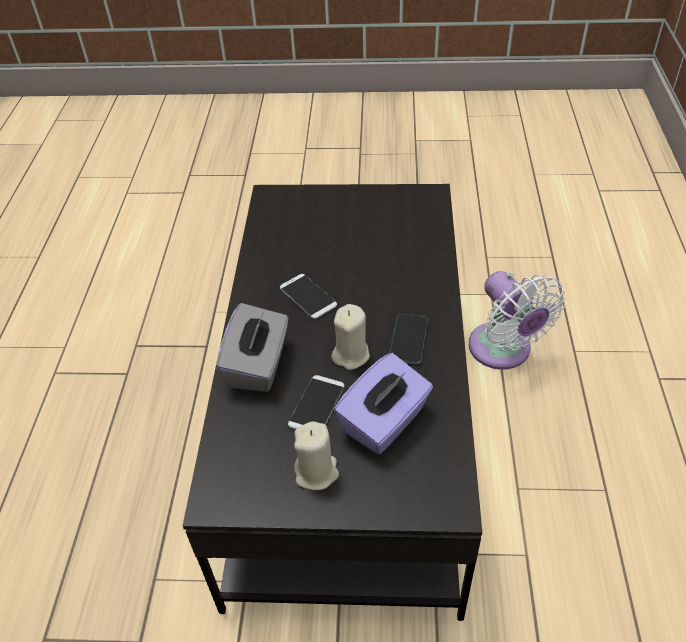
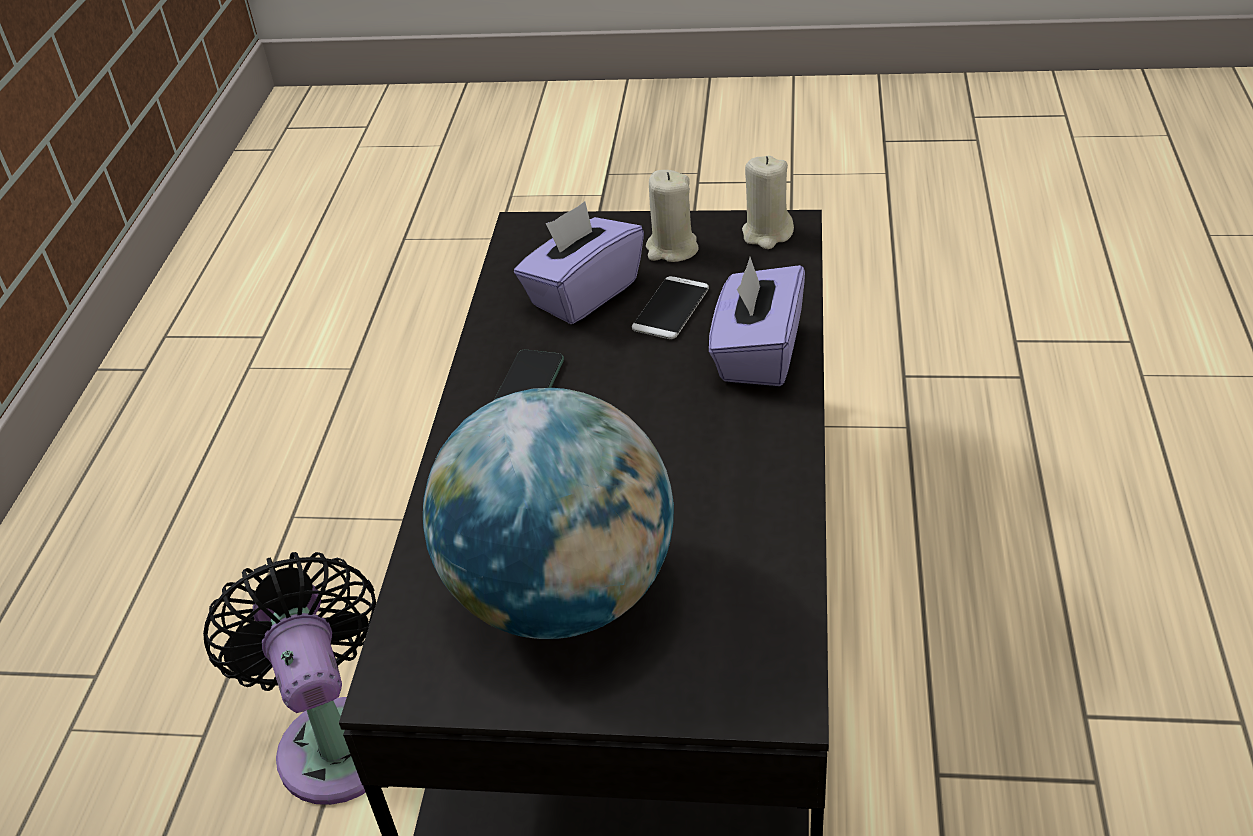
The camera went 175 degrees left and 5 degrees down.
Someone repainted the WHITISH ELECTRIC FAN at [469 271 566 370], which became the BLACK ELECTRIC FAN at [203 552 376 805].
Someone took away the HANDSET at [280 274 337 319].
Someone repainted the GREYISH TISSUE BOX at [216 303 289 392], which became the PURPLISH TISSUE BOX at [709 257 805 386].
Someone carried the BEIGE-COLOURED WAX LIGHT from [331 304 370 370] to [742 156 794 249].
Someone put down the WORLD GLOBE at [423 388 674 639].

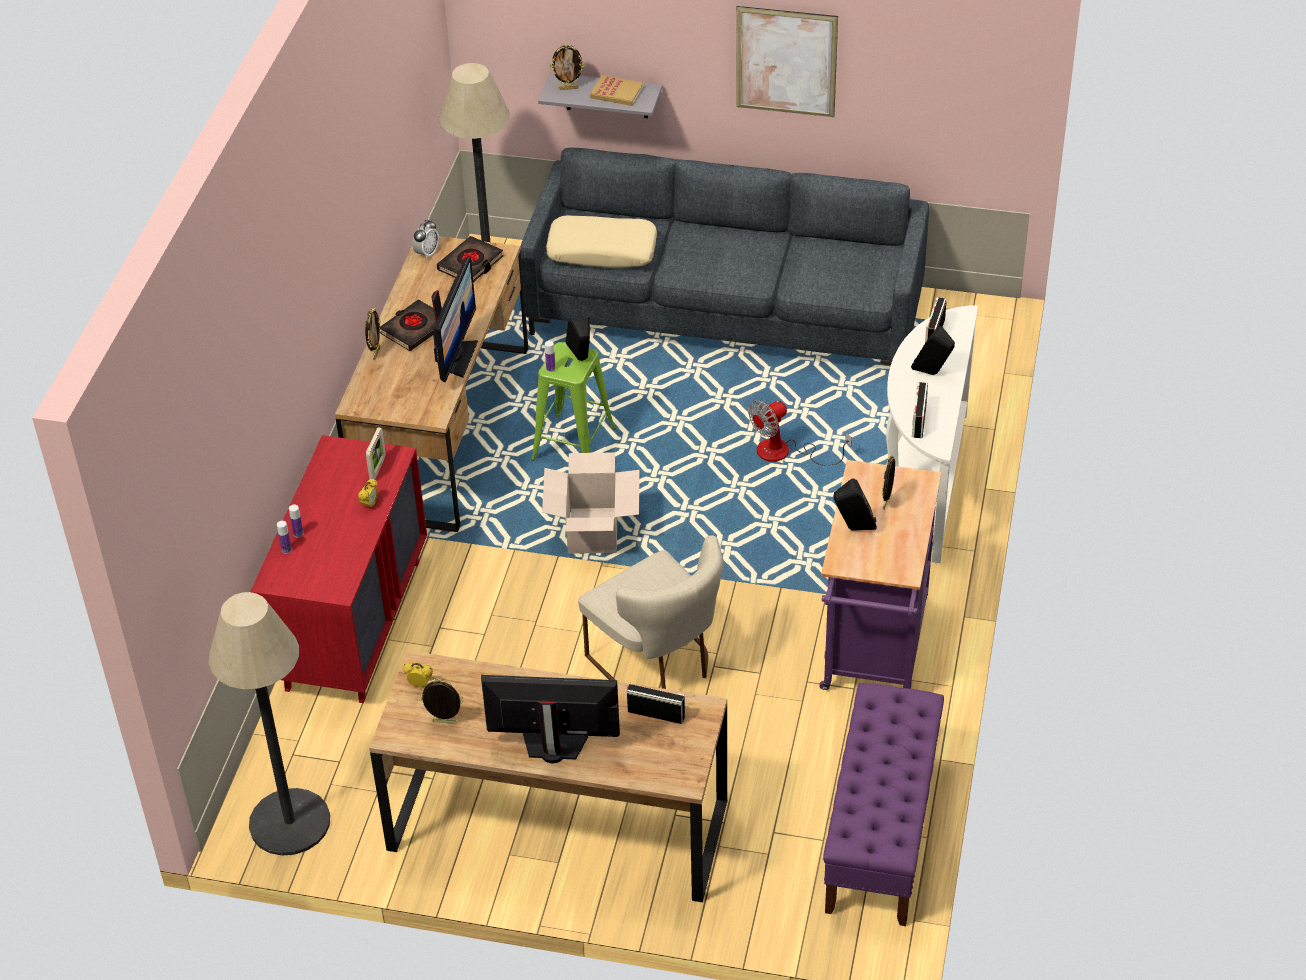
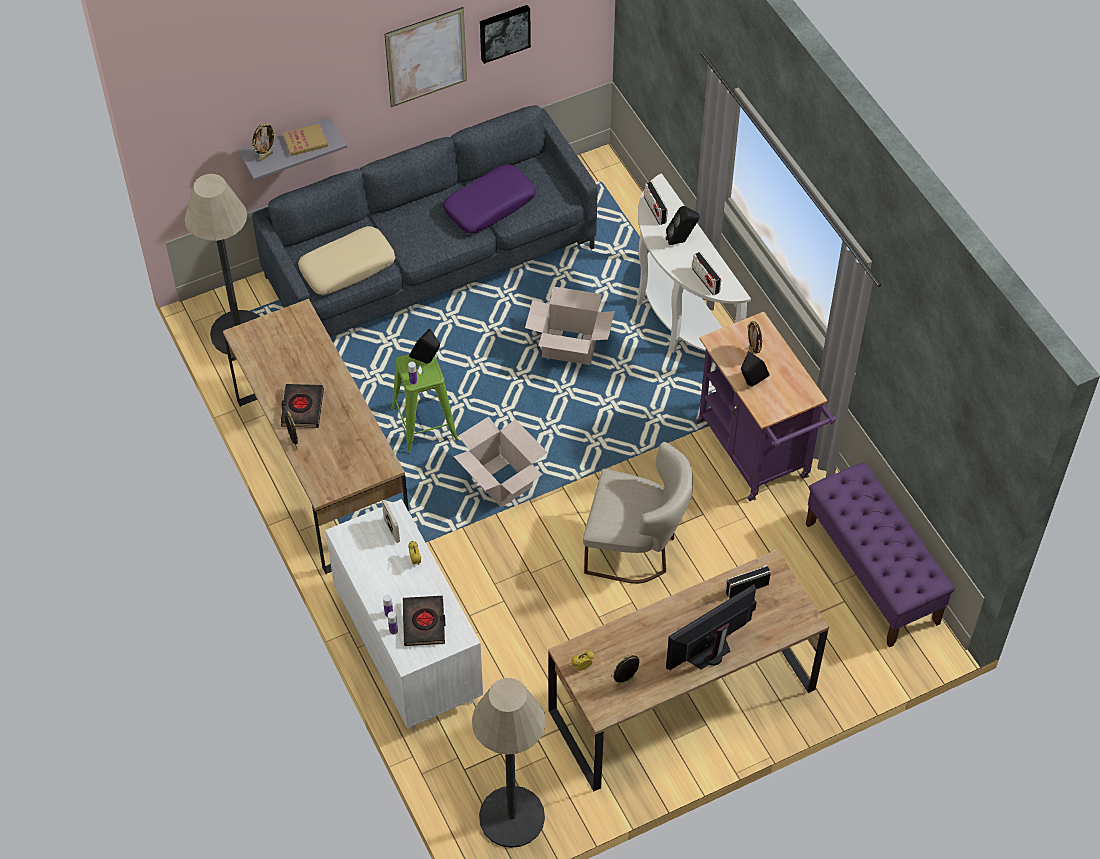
The camera went 40 degrees left and 10 degrees up.
Someone took away the TABLE CLOCK at [412 220 439 260].
Someone carried the BLACK VOLUME from [437 236 504 282] to [403 596 446 646].
Someone took away the MONITOR at [432 257 478 382].
Someone swapped the ELECTRIC FAN at [748 400 852 466] for the CARTON at [525 286 615 365].
Someone repainted the RED DRESSER at [250 435 427 703], which became the WHITISH DRESSER at [325 499 483 730].
Someone put up the PICTURE at [480 5 531 64].
Someone put down the PURPLISH CUSHION at [443 164 536 234].

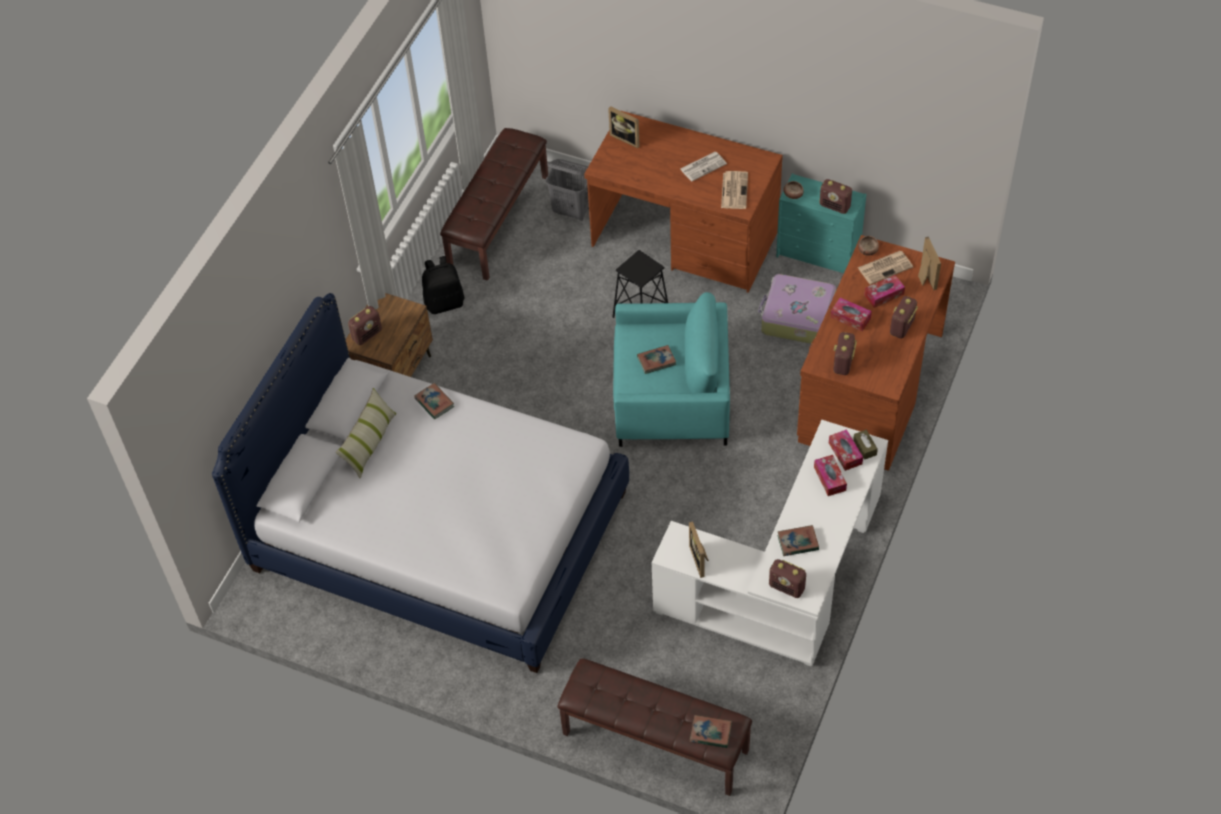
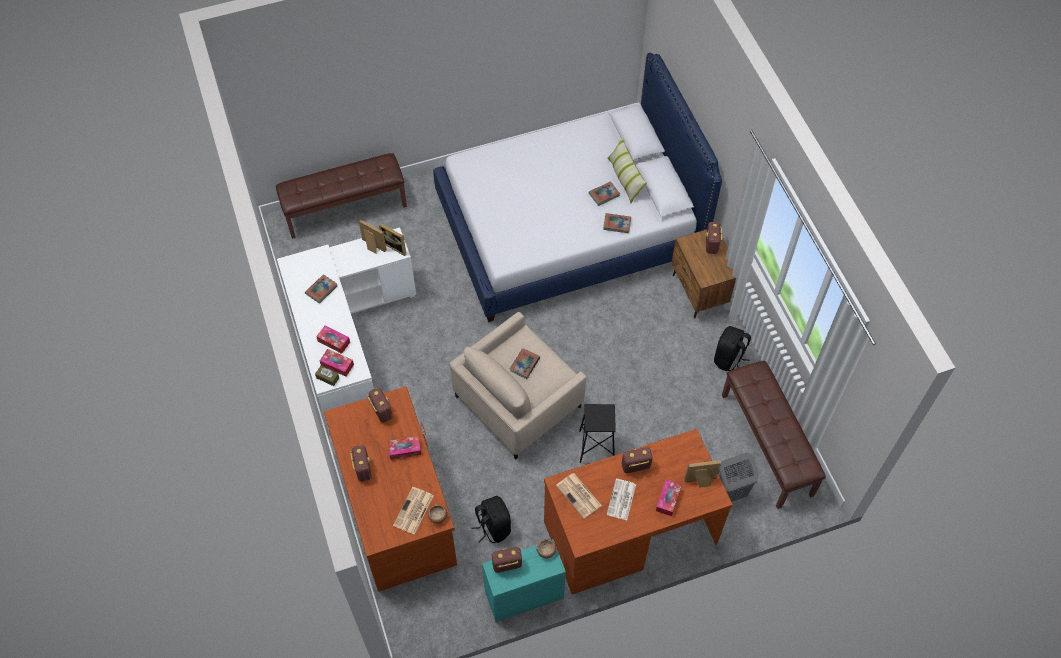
The camera went 135 degrees right and 5 degrees up.
Someone carried the STANDING FRAME from [918 237 941 290] to [379 223 406 256].
Someone swapped the TRAVEL CASE at [758 274 836 344] for the BLACK KNAPSACK at [472 496 511 543].
Someone carried the TISSUE BOX from [864 275 905 308] to [656 479 682 516].
Someone repainted the BLUE-GREEN EASY CHAIR at [613 292 730 447], which became the BEIGE-COLOURED EASY CHAIR at [449 312 586 460].
Someone carried the RADIO from [769 559 806 598] to [622 447 653 473].
Someone carried the VOLUME from [690 715 732 748] to [589 181 620 206].

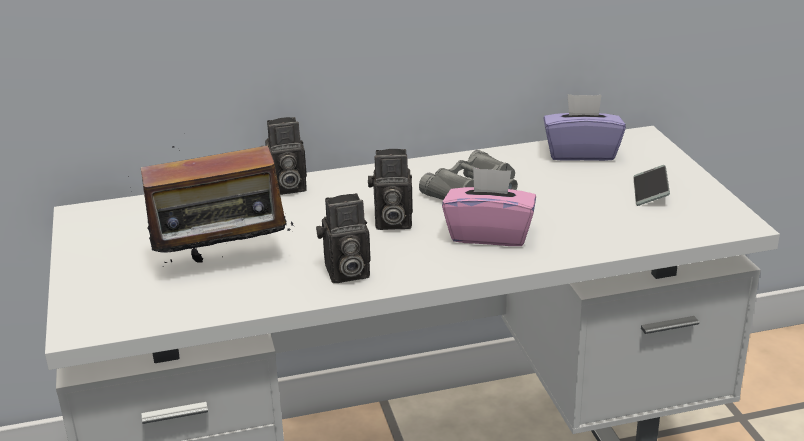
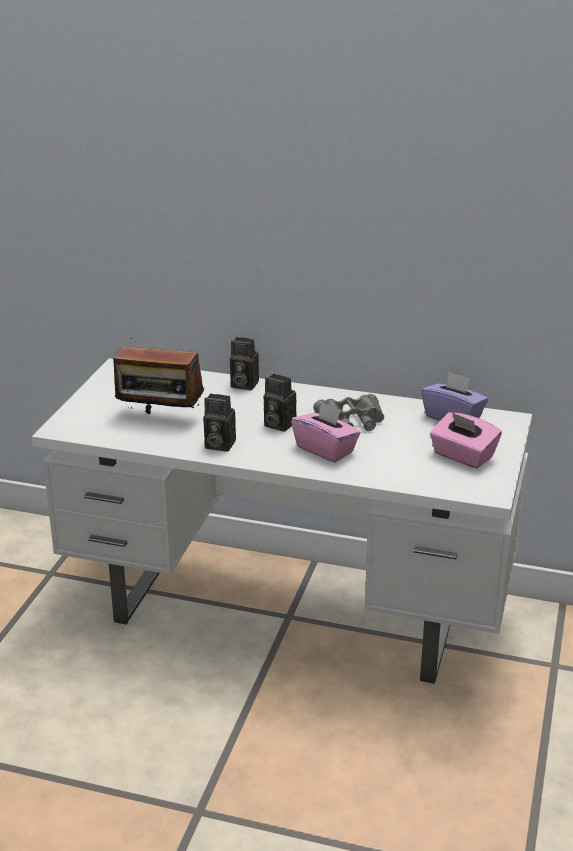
The camera went 30 degrees right and 0 degrees up.
Someone swapped the HANDSET at [633 165 670 206] for the PINK-COLOURED TISSUE BOX at [430 412 502 469].

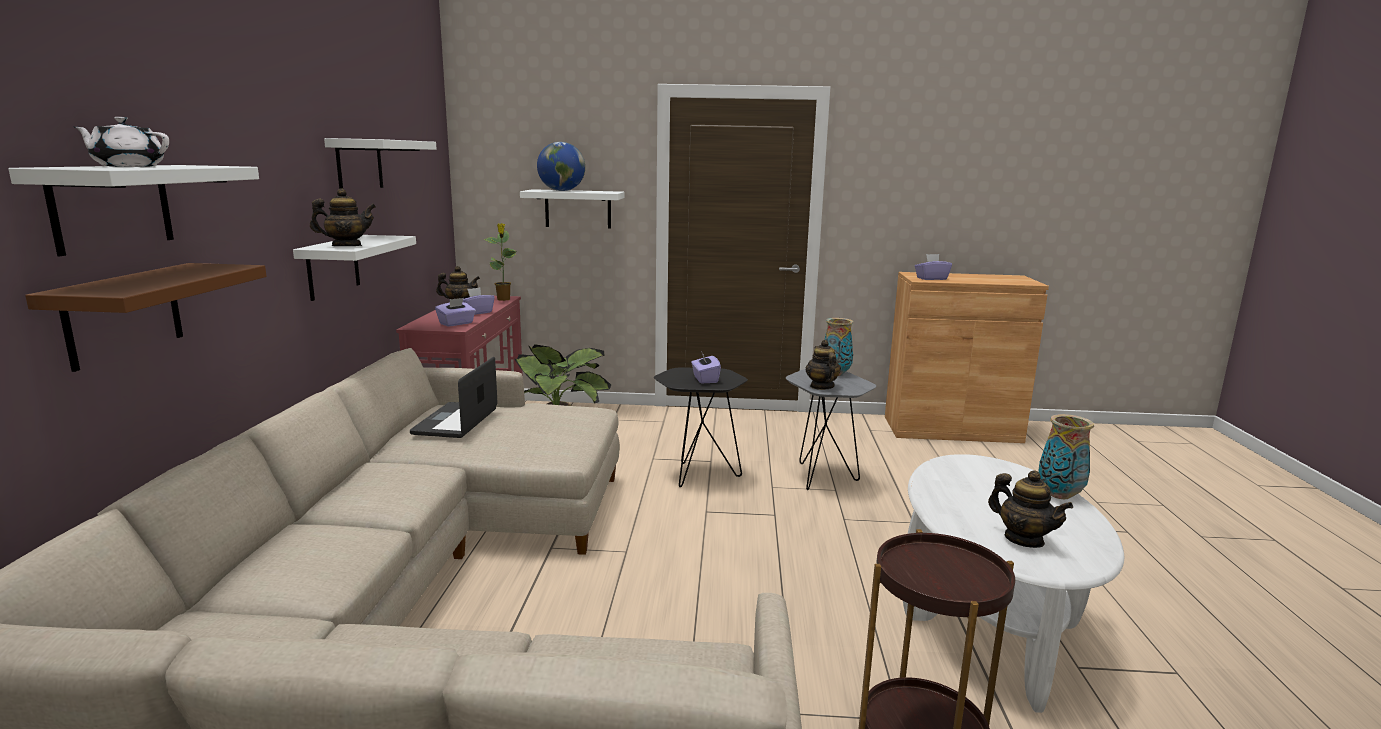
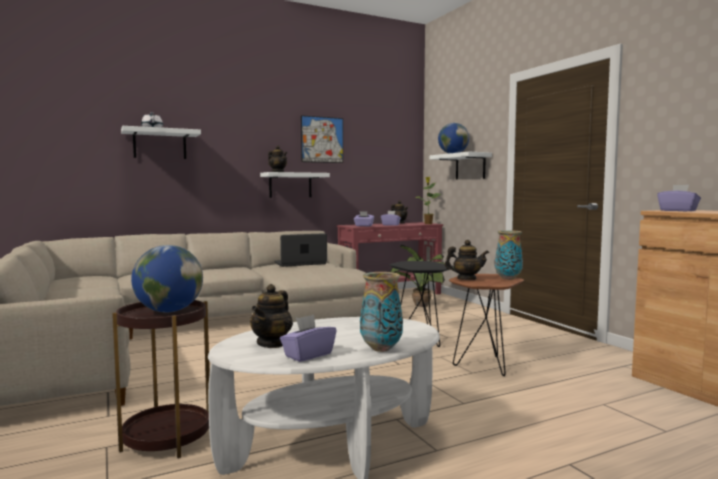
The camera went 60 degrees right and 10 degrees down.
Someone swapped the WHITISH WALL SHELF at [324 138 437 189] for the PICTURE at [301 115 343 163].
Someone took away the BROWN WALL SHELF at [25 263 267 372].
Someone rotated the TEAPOT at [806 340 841 390] by 45 degrees clockwise.
Someone carried the PURPLISH TISSUE BOX from [691 351 721 384] to [280 315 337 362].
Someone repainted the GREYISH ACCENT TABLE at [786 369 876 490], which became the BROWN ACCENT TABLE at [449 274 524 376].
Someone put down the WORLD GLOBE at [131 245 203 312].

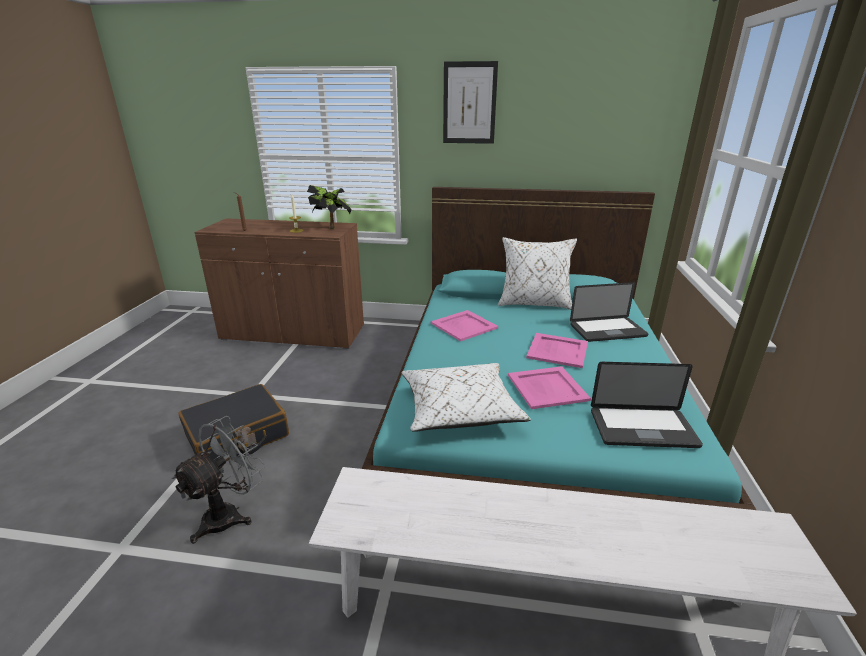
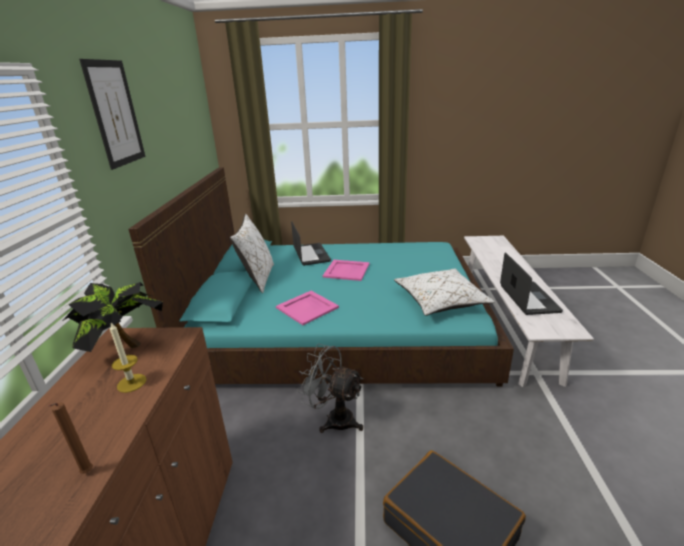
The camera went 95 degrees left and 0 degrees up.
Someone carried the LAPTOP from [591 362 703 448] to [500 252 563 315].
Someone took away the PINK-COLOURED SERVING TRAY at [508 366 591 409].
Someone carried the GREYISH ELECTRIC FAN from [172 416 265 544] to [297 344 363 433].

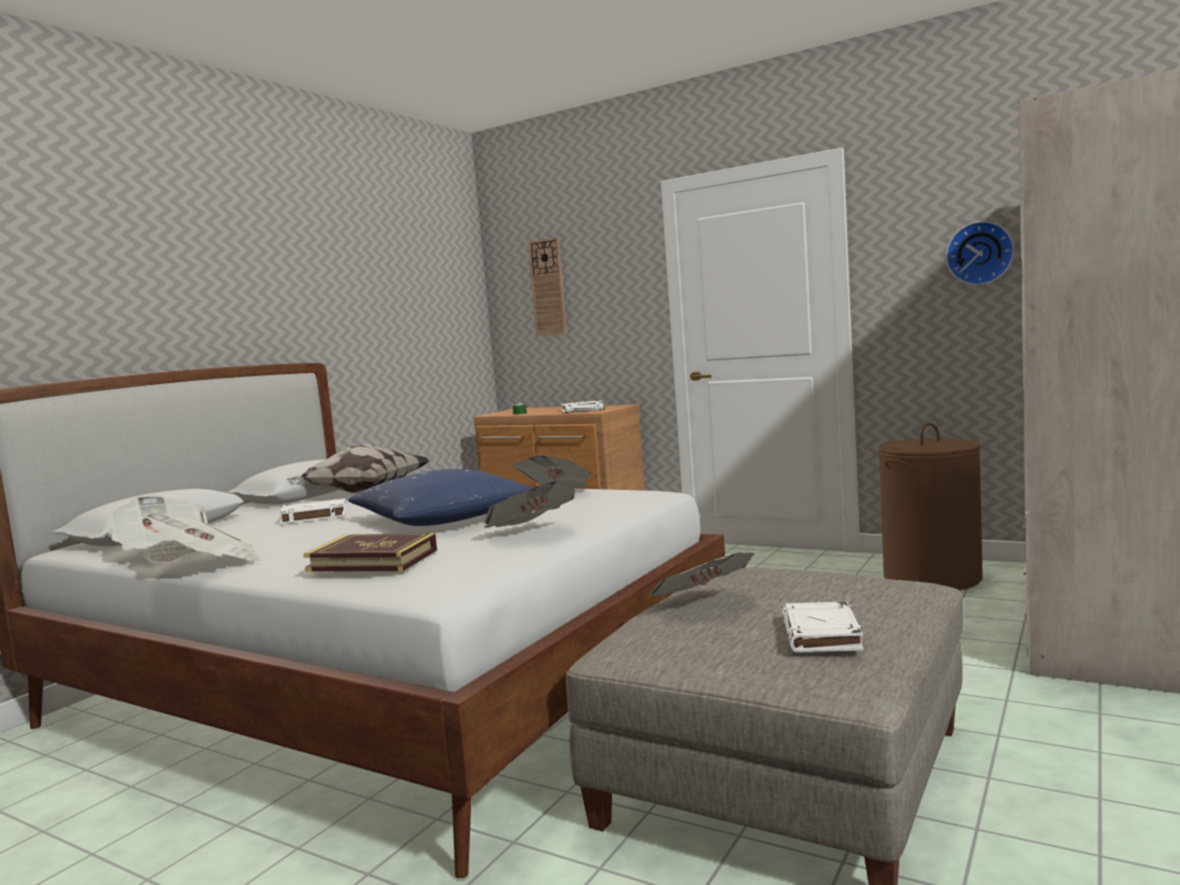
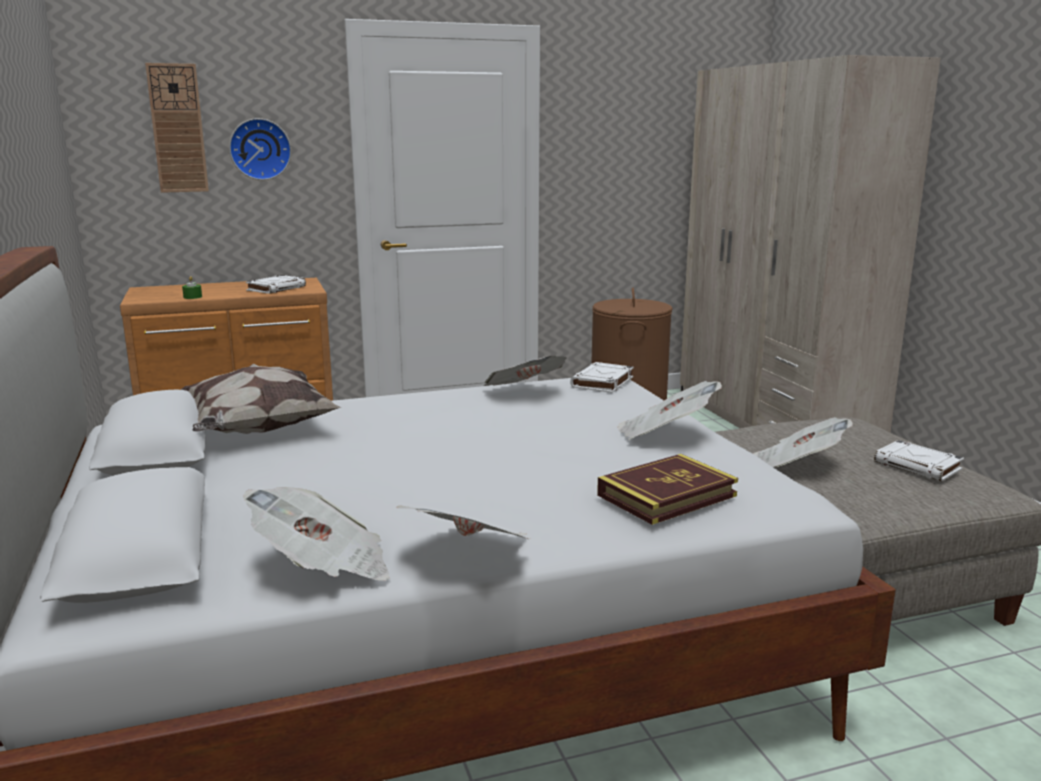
The camera went 50 degrees left and 10 degrees up.
Someone carried the WALL CLOCK from [946 221 1014 285] to [229 118 291 180].
Someone took away the BLUISH CUSHION at [348 469 534 526].
Someone carried the WHITISH VOLUME from [279 498 346 524] to [570 362 634 393].

